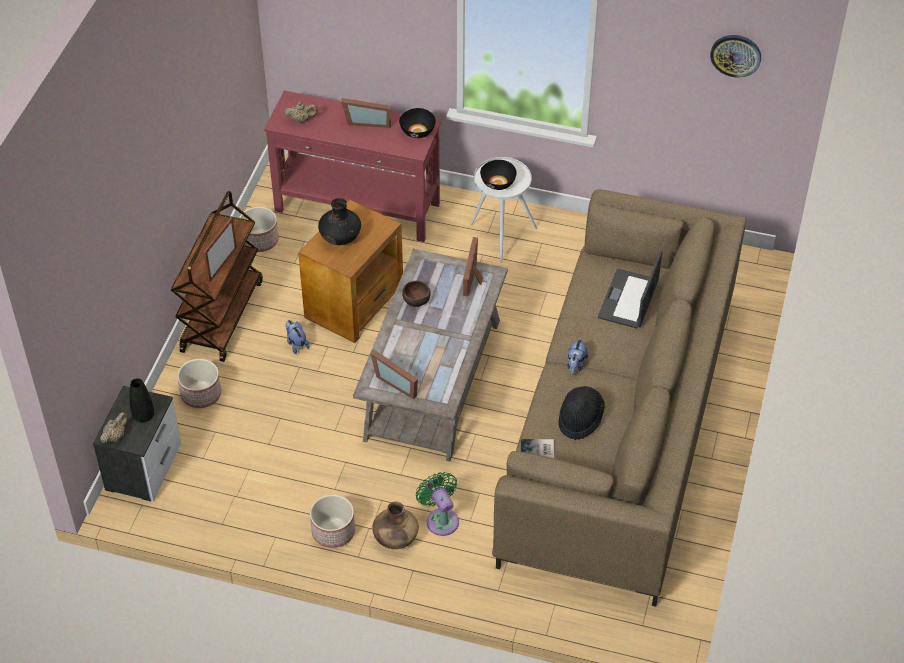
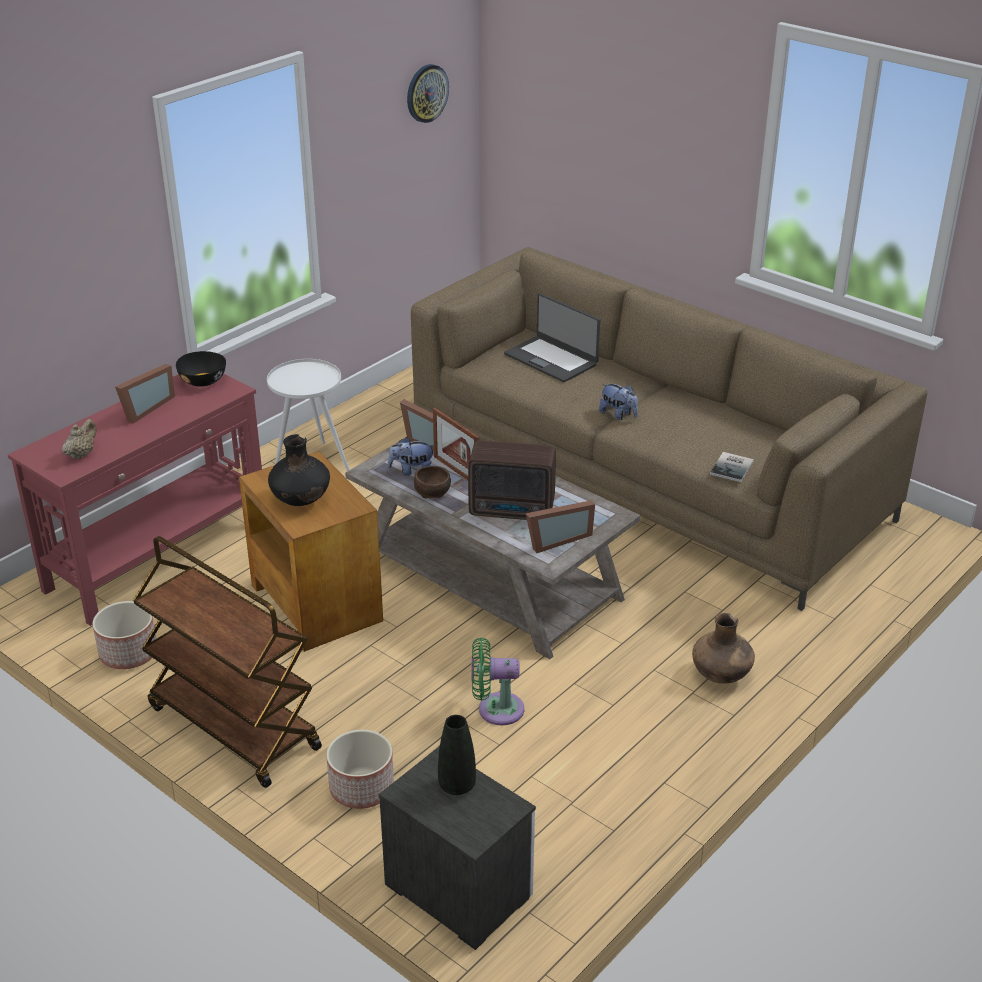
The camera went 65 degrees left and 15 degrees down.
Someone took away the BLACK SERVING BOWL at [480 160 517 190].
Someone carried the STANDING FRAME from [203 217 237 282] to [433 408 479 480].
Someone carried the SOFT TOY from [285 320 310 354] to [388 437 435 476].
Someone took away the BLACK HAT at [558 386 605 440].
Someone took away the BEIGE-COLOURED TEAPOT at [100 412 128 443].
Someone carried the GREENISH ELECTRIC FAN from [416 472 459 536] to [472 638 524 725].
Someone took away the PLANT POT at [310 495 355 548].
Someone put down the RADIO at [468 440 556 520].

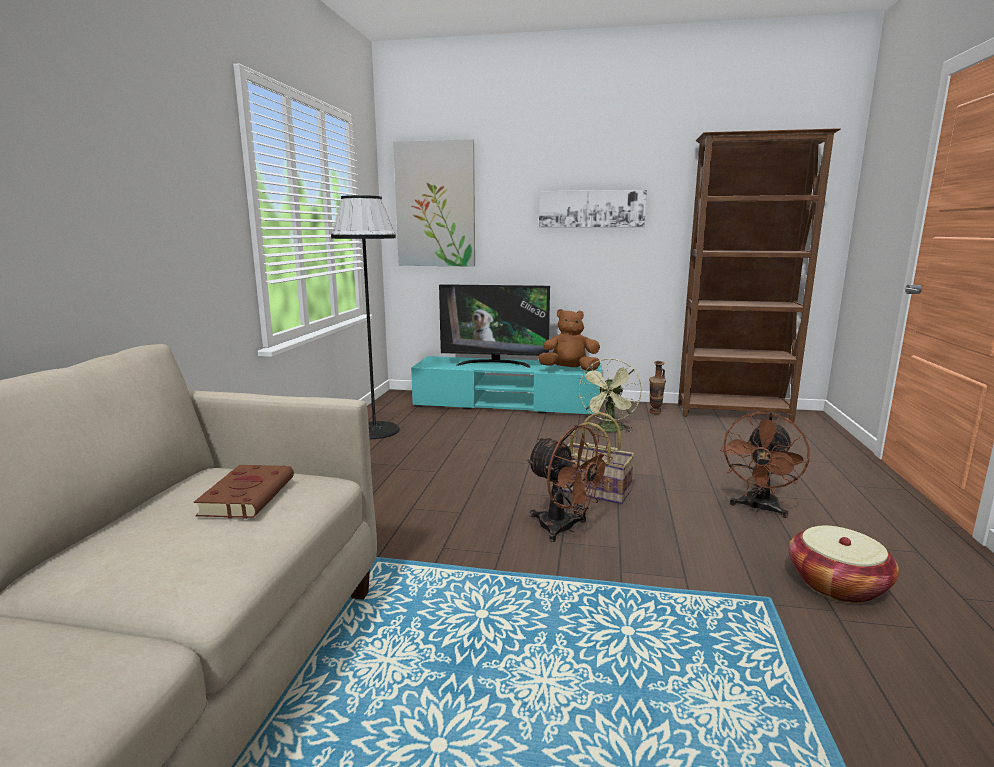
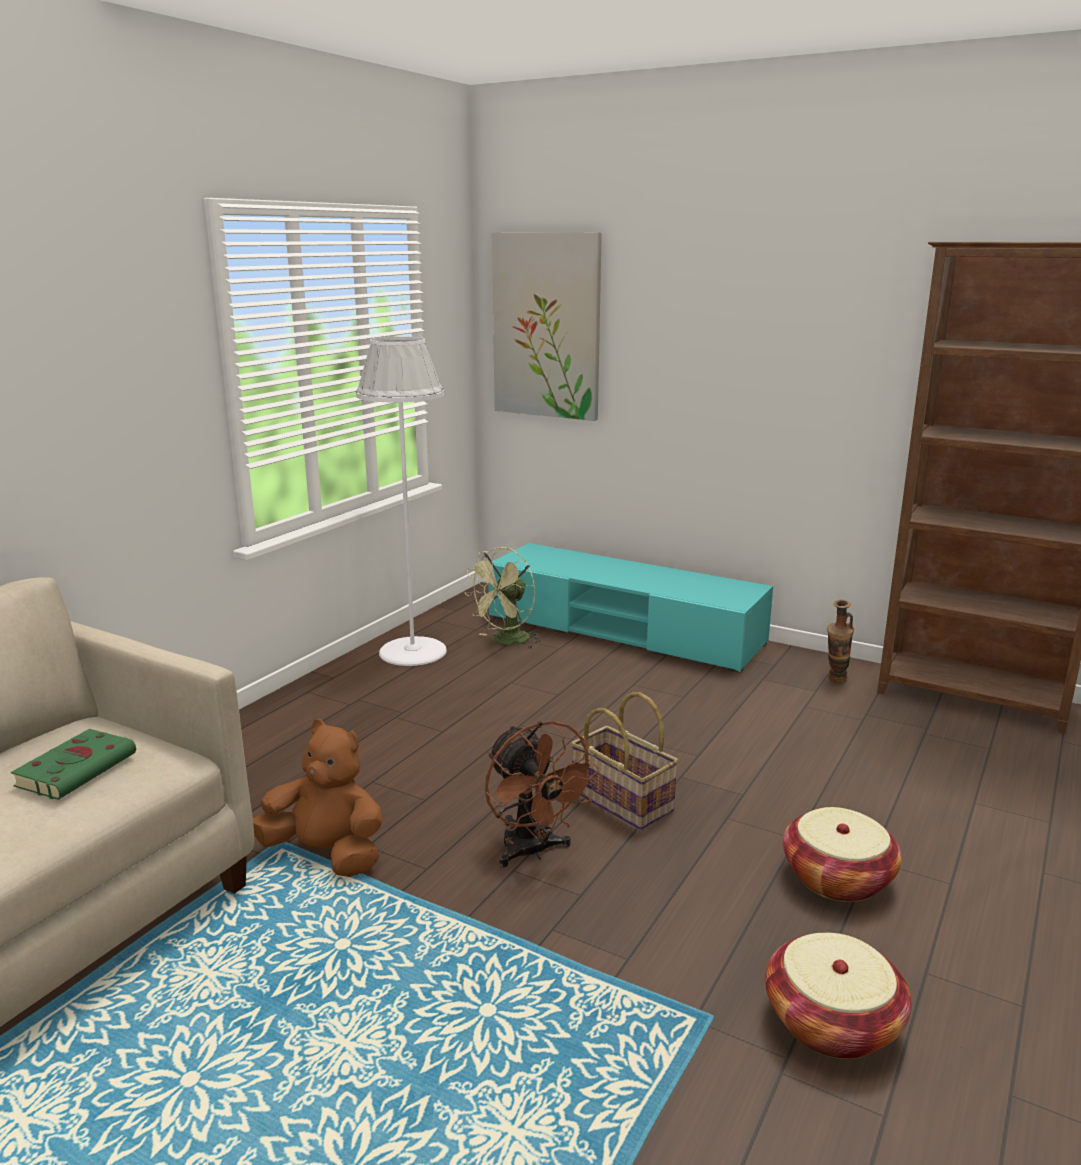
The camera went 20 degrees right and 5 degrees up.
Someone took away the PICTURE at [539 190 647 227].
Someone repainted the BLACK FLOOR LAMP at [331 195 400 439], which became the WHITISH FLOOR LAMP at [356 337 447 666].
Someone took away the TELEVISION at [439 284 550 368].
Someone carried the BROWN SOFT TOY from [538 309 600 371] to [253 719 383 877].
Someone carried the GREENISH ELECTRIC FAN from [578 358 642 432] to [464 547 541 648].
Someone swapped the BROWN ELECTRIC FAN at [720 412 810 518] for the HOUSEHOLD BASKET at [783 807 902 902].
Someone repainted the BROWN VOLUME at [194 465 294 519], which became the GREENISH VOLUME at [11 729 136 800].

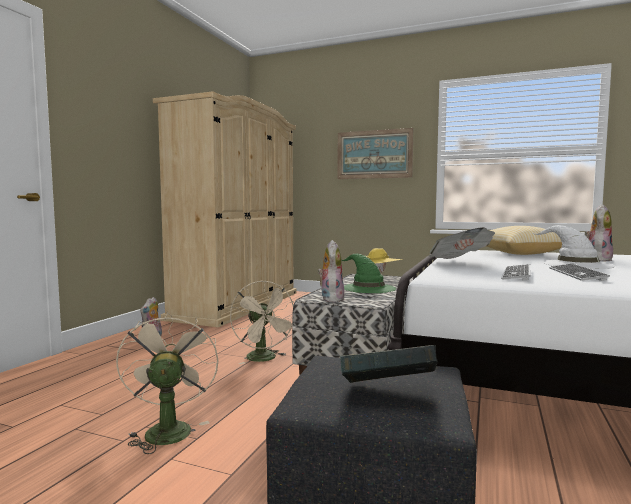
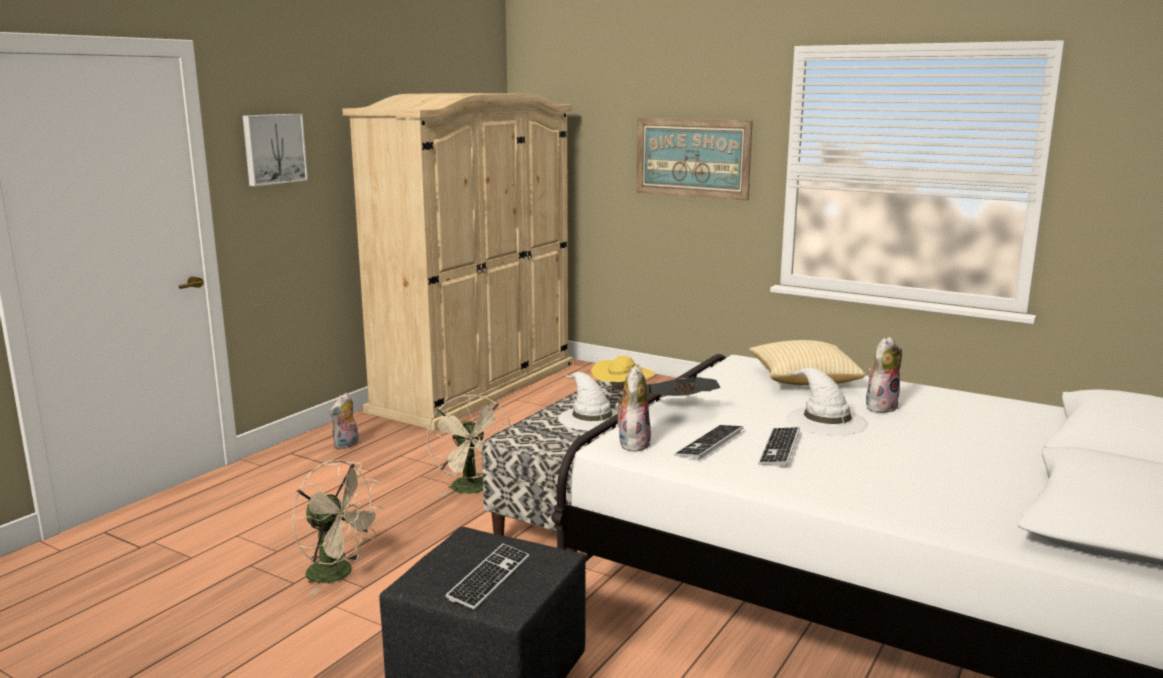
The camera went 10 degrees right and 10 degrees up.
Someone carried the SOFT TOY from [317 240 345 302] to [615 365 651 452].
Someone repainted the GREENISH HAT at [342 254 396 293], which became the WHITISH HAT at [558 372 618 431].
Someone rotated the BEIGE-COLOURED ELECTRIC FAN at [116 312 218 454] by 120 degrees clockwise.
Someone swapped the VOLUME at [340 345 438 383] for the PC KEYBOARD at [445 544 529 610].
Someone put up the PICTURE at [243 114 308 186].

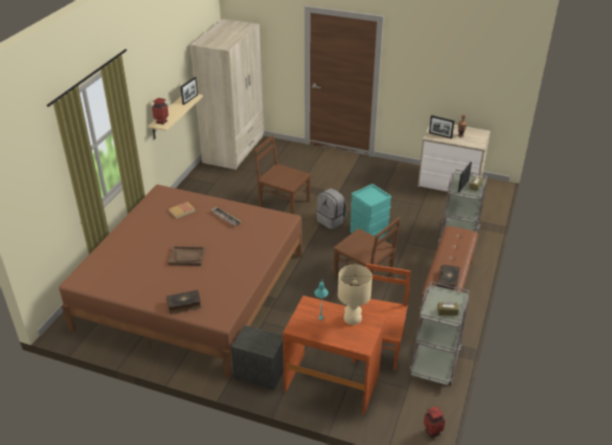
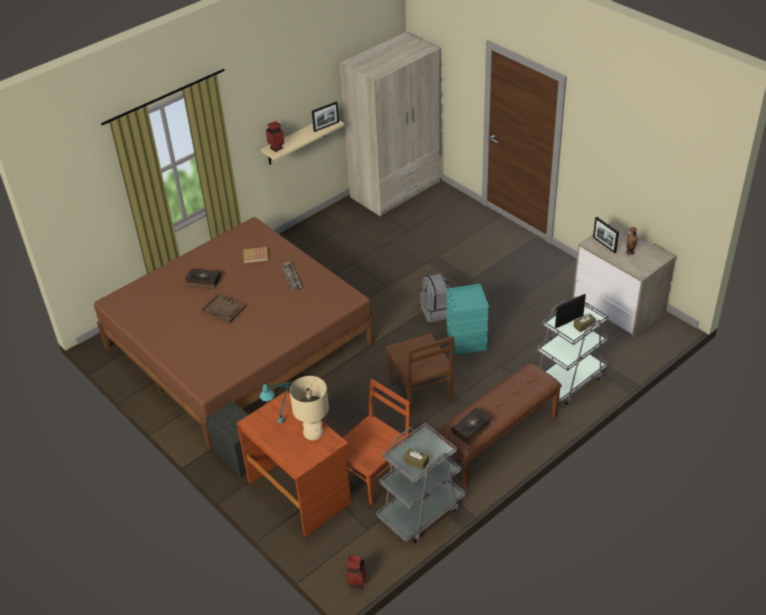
The camera went 30 degrees right and 5 degrees up.
Someone took away the BROWN CHAIR at [254 135 311 214].
Someone carried the VOLUME from [166 290 201 314] to [185 268 221 289].

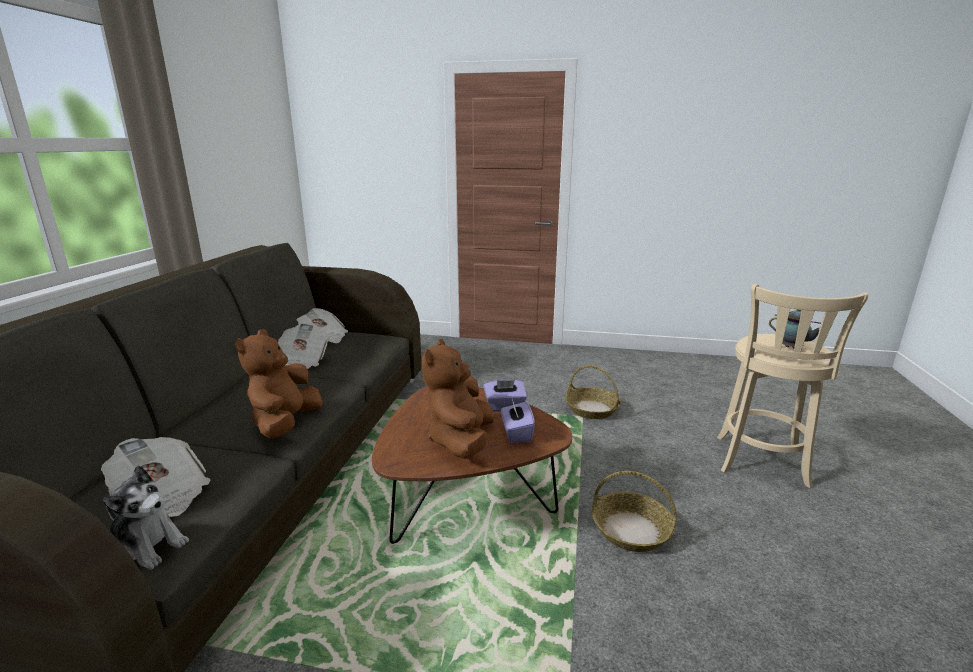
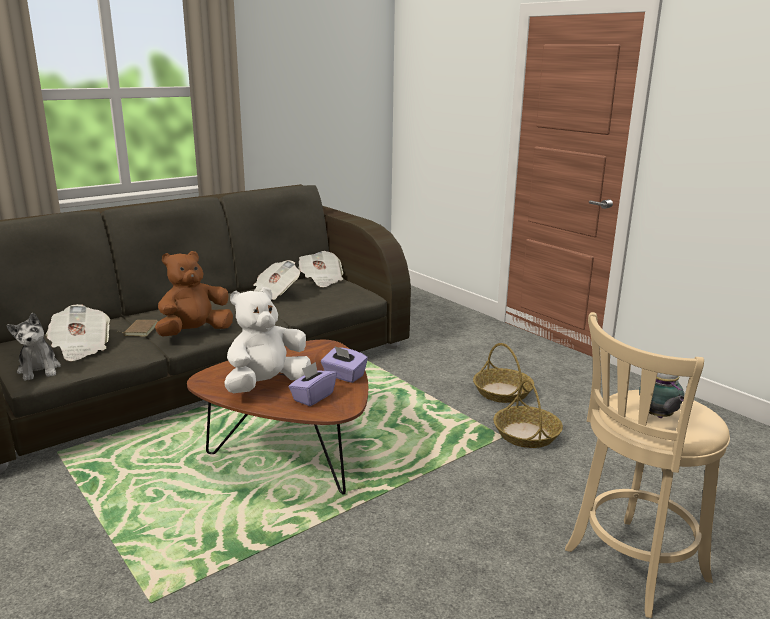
The camera went 40 degrees right and 0 degrees up.
Someone repainted the BROWN SOFT TOY at [421 339 495 459], which became the WHITISH SOFT TOY at [224 287 311 393].
Someone carried the HOUSEHOLD BASKET from [592 471 677 552] to [473 343 534 403].
Someone put down the BROWN VOLUME at [123 320 158 337].

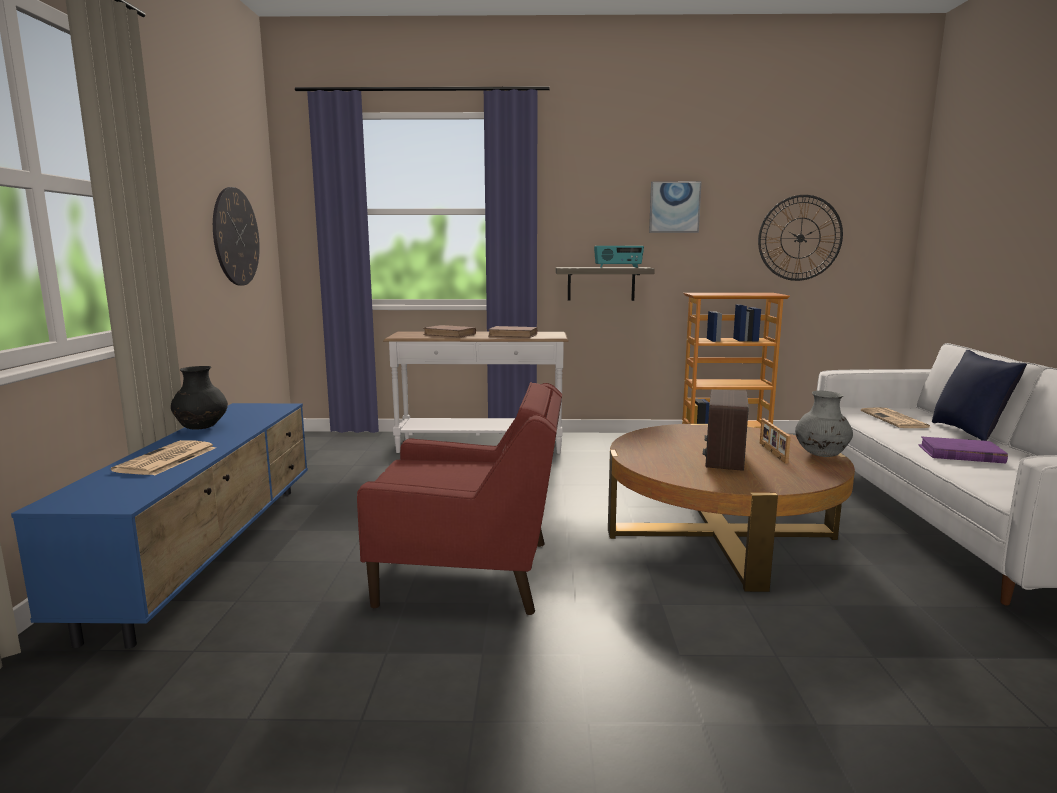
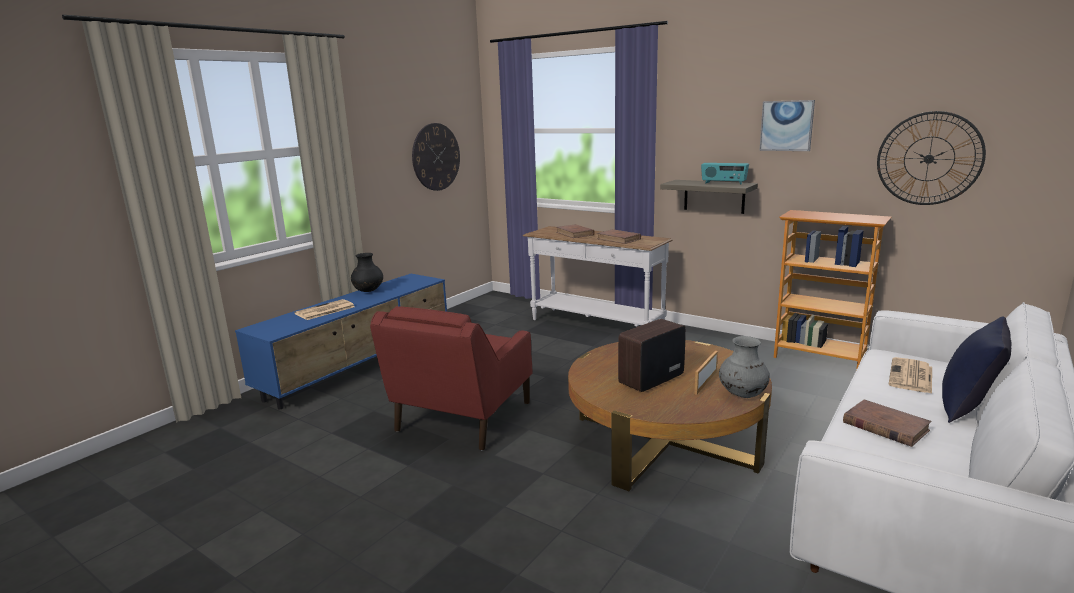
The camera went 35 degrees right and 5 degrees up.
Someone rotated the RED EASY CHAIR at [357 382 562 615] by 75 degrees clockwise.
Someone repainted the PURPLISH VOLUME at [918 437 1008 463], which became the BROWN VOLUME at [843 400 932 447].

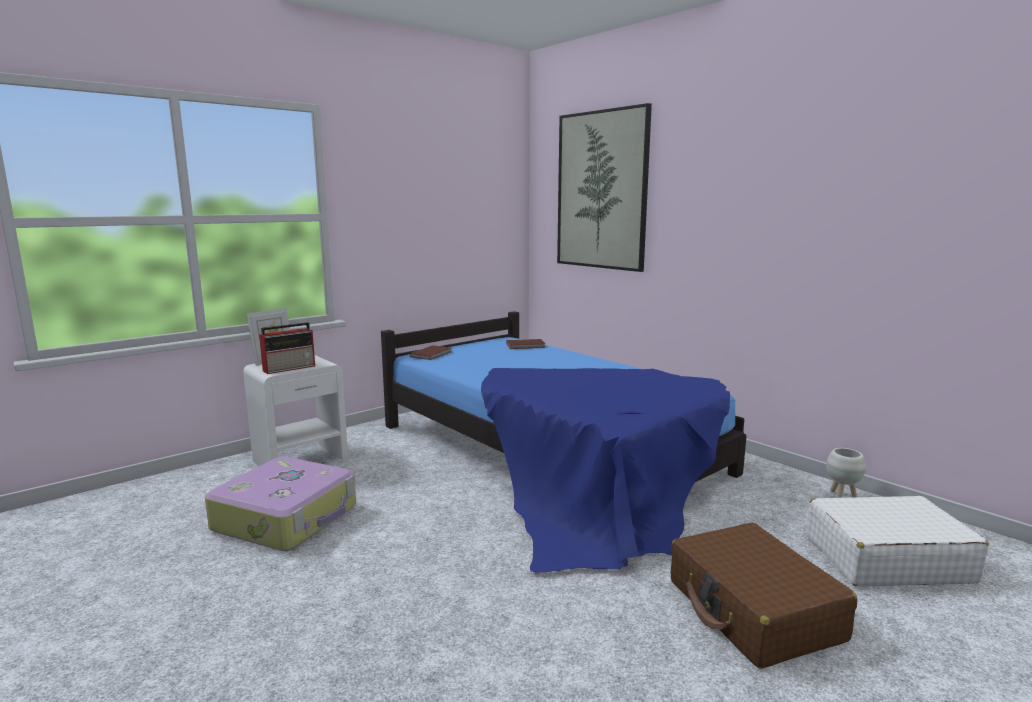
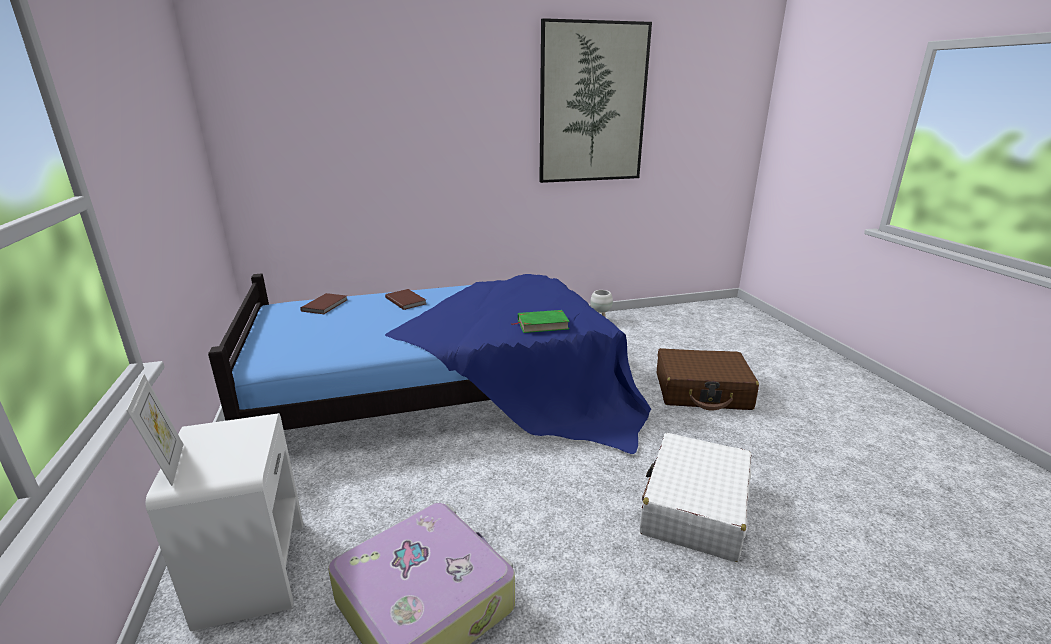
The camera went 65 degrees left and 10 degrees up.
Someone carried the PICTURE from [557 103 652 272] to [539 18 652 183].
Someone took away the RADIO at [259 322 315 374].
Someone carried the BROWN VOLUME from [410 345 451 360] to [385 289 426 310].
Someone carried the WHITISH TRAVEL CASE from [806 496 989 586] to [640 433 752 562].
Someone put down the GREENISH VOLUME at [511 310 570 333].

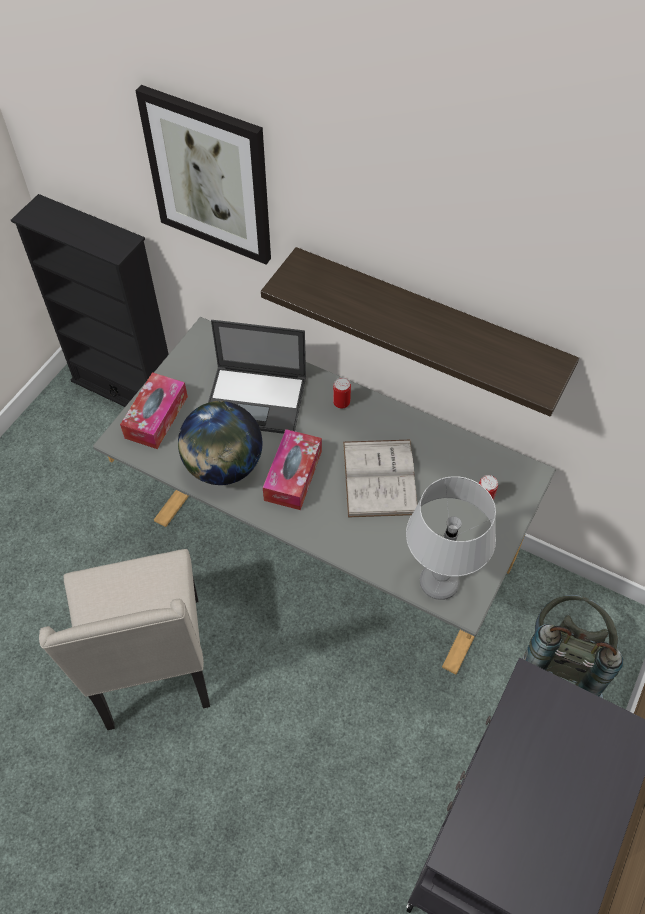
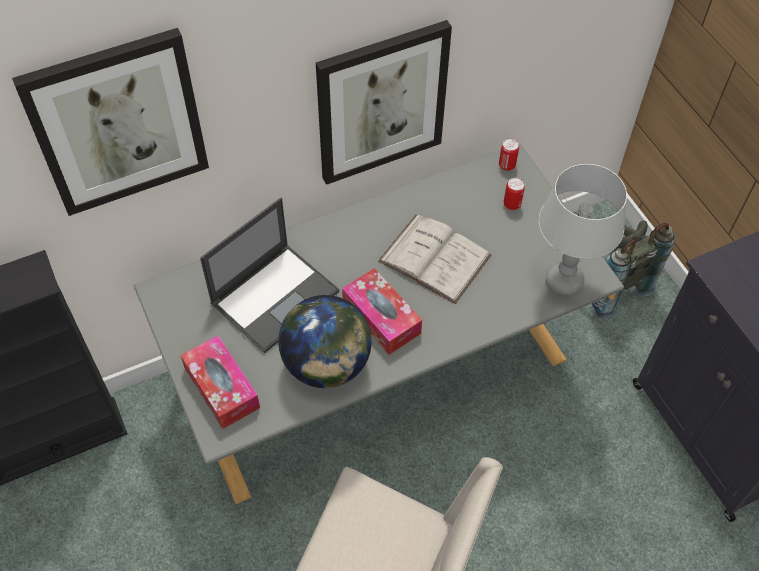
The camera went 55 degrees left and 0 degrees up.
Someone swapped the WALL SHELF at [261 247 579 417] for the PICTURE at [316 20 452 185].
Someone carried the SEALED CAN from [333 378 351 409] to [499 138 519 171].

